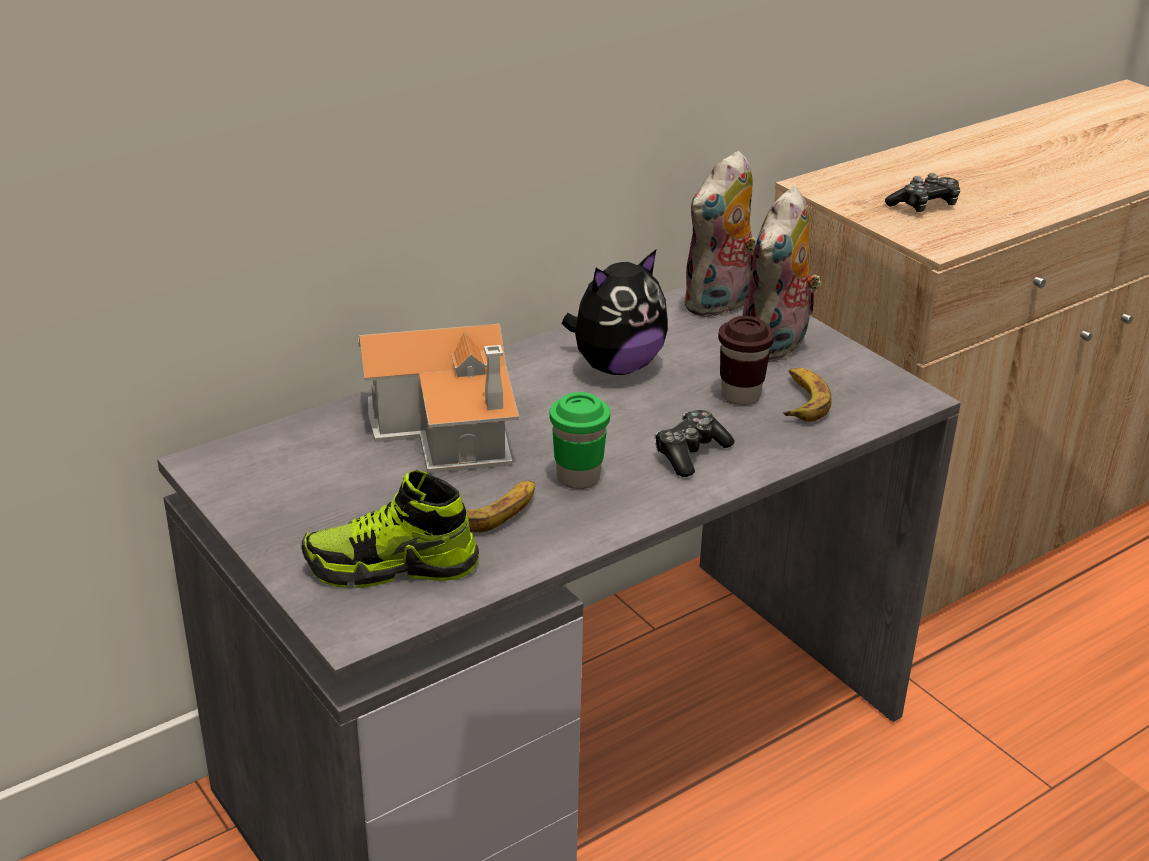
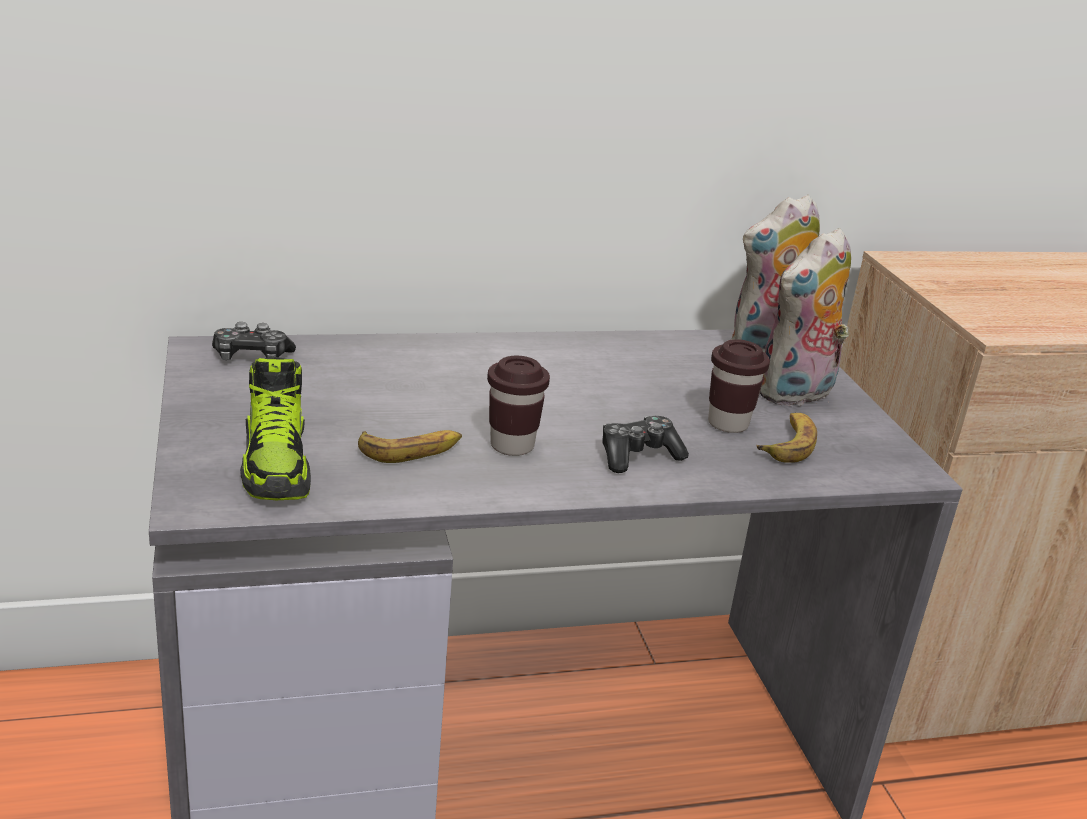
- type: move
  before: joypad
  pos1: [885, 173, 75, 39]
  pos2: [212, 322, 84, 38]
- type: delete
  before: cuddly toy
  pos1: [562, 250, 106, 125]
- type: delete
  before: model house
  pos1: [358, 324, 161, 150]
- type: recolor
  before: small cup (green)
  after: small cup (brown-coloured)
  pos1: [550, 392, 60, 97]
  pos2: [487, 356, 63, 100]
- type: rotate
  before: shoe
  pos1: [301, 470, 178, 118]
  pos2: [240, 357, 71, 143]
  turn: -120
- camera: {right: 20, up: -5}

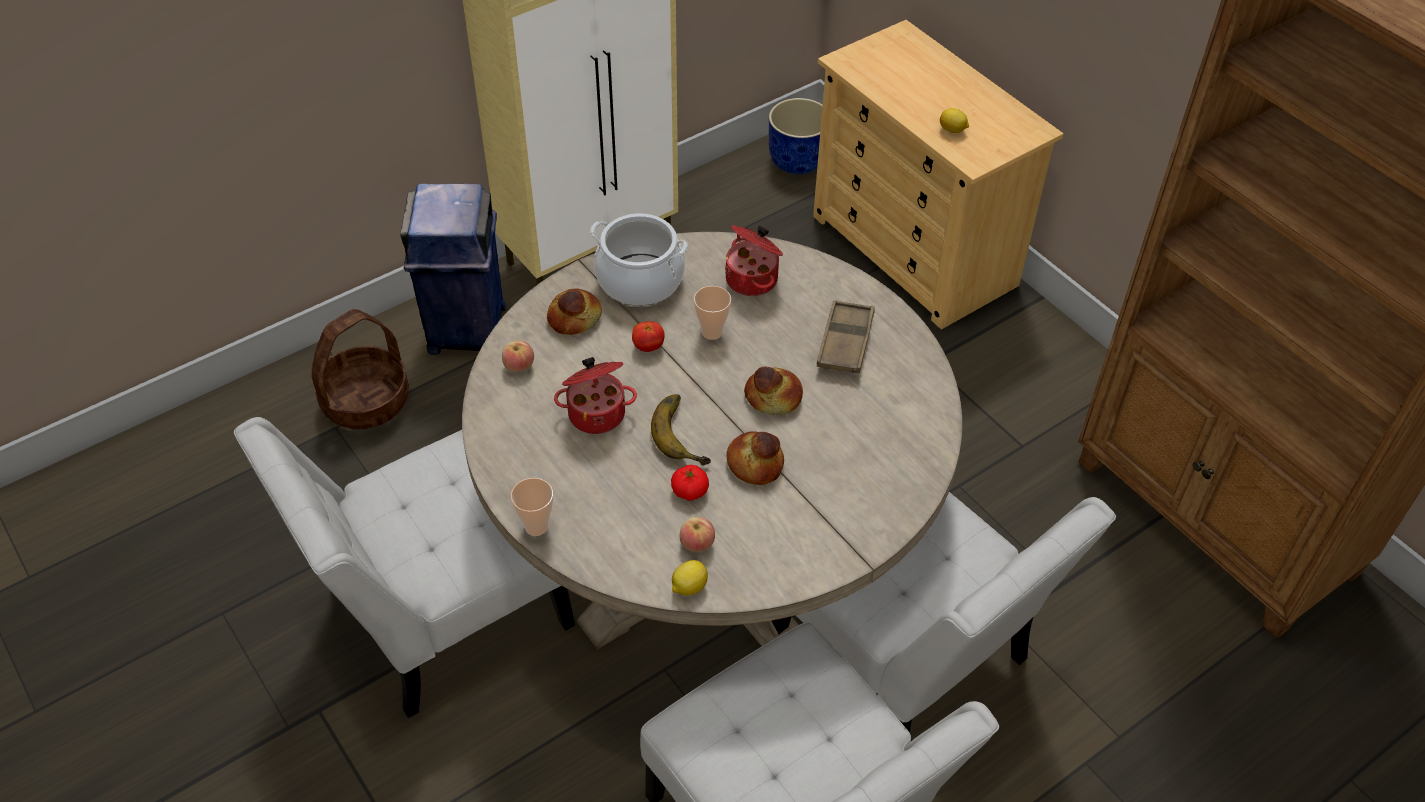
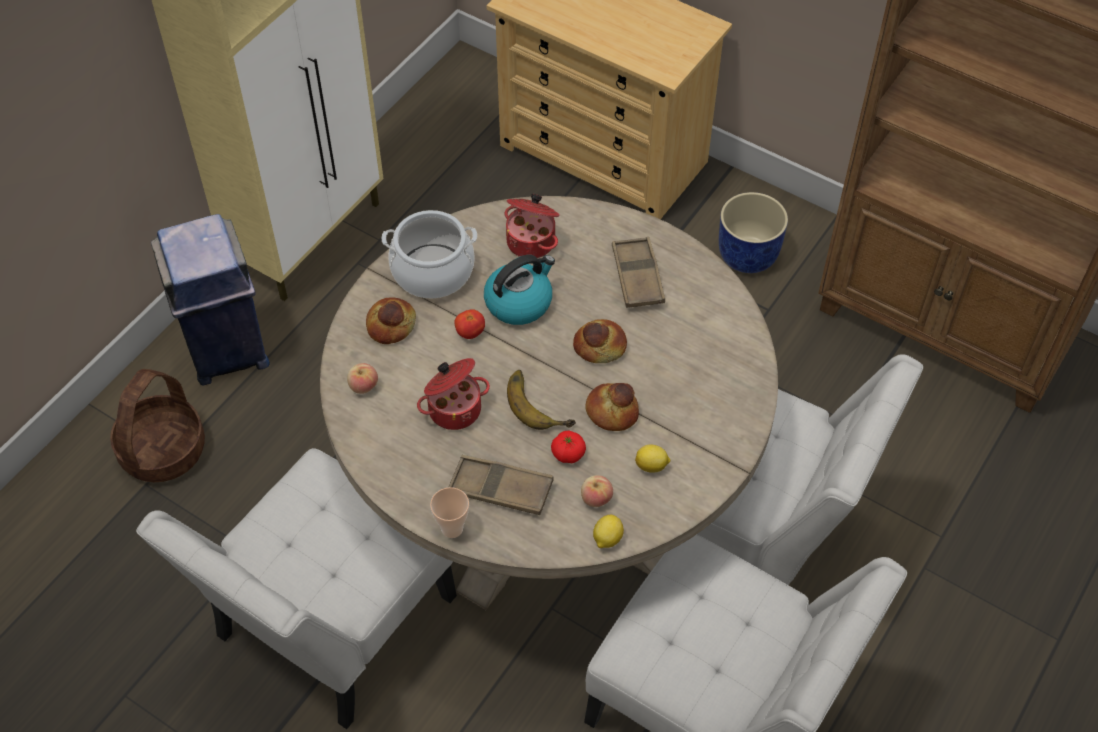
- type: move
  before: plant pot (blue)
  pos1: [769, 98, 54, 76]
  pos2: [719, 192, 69, 81]
- type: move
  before: lemon
  pos1: [940, 108, 29, 25]
  pos2: [635, 444, 36, 29]
- type: replace
  before: small cup
  after: tea kettle
  pos1: [694, 286, 37, 54]
  pos2: [484, 255, 71, 70]
- type: insert
  after: serving tray (brown-coloured)
  pos2: [448, 455, 106, 60]
- camera: {right: -20, up: 5}

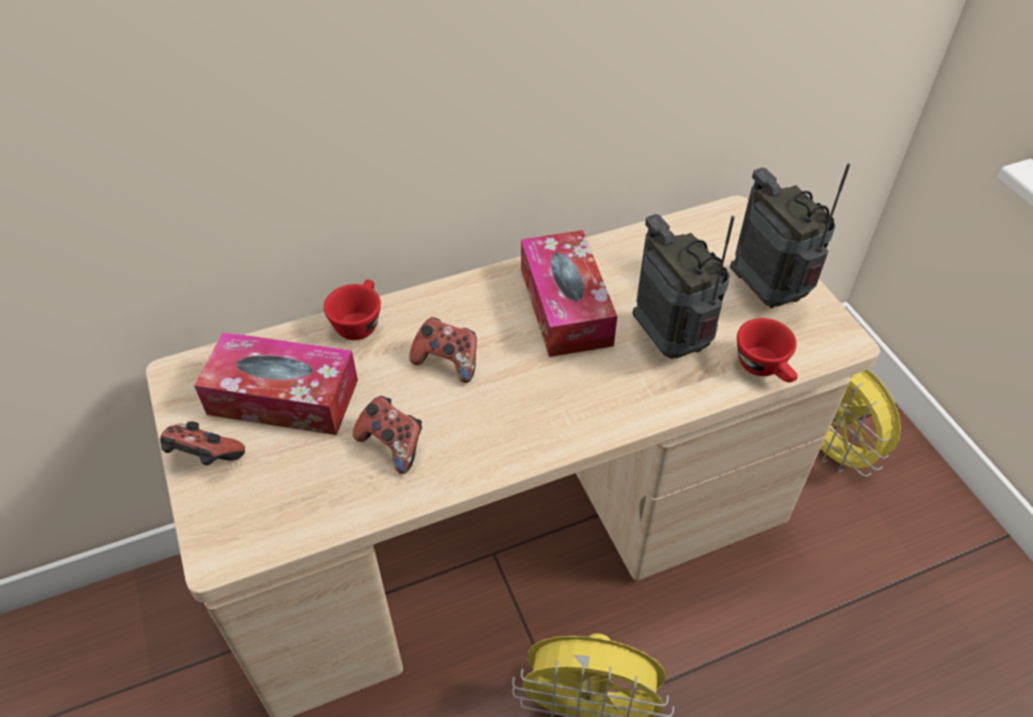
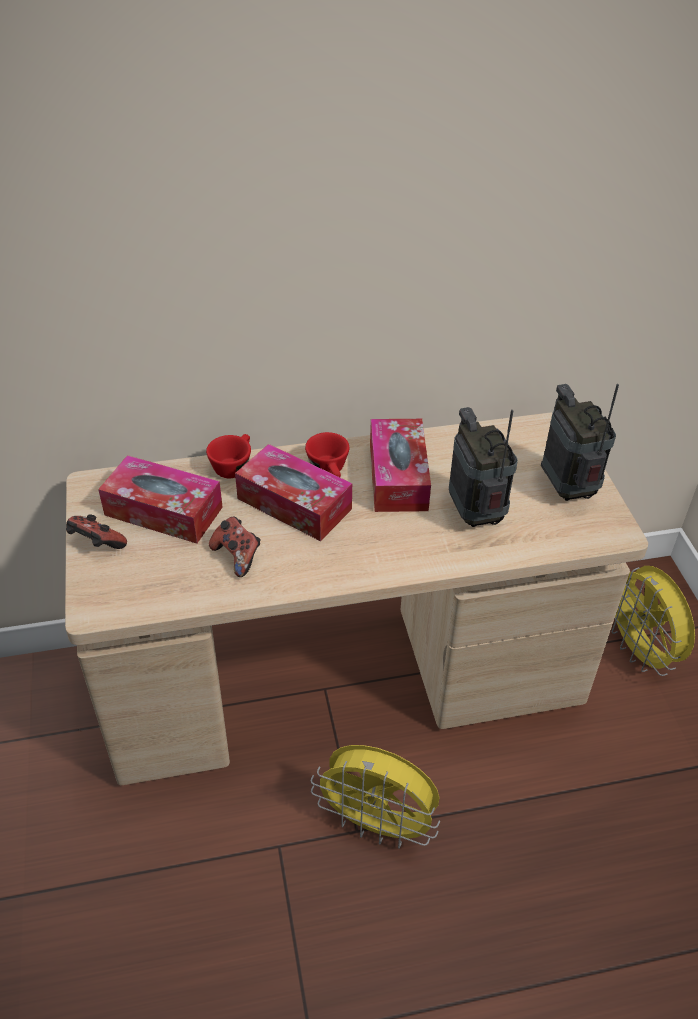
- type: replace
  before: joypad
  after: tissue holder
  pos1: [409, 317, 68, 66]
  pos2: [235, 444, 117, 97]
- type: move
  before: small cup (red)
  pos1: [737, 318, 61, 64]
  pos2: [305, 432, 44, 45]
- camera: {right: 10, up: -5}

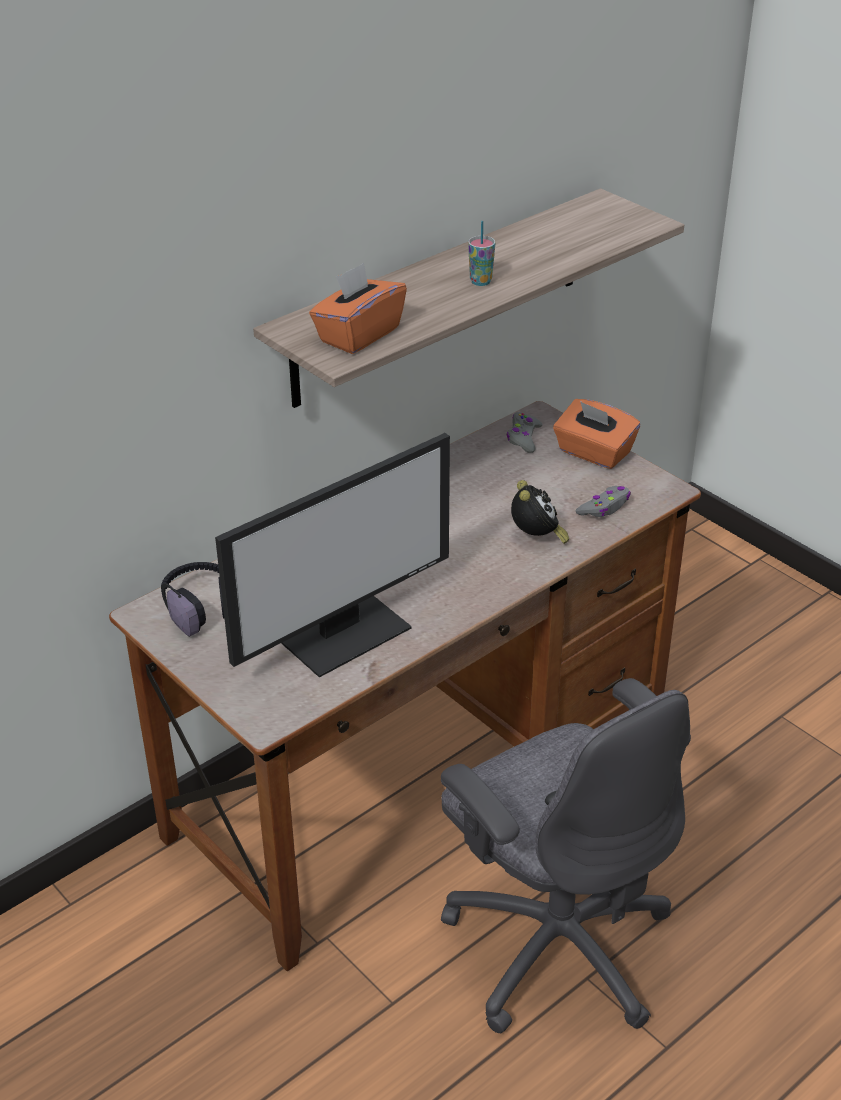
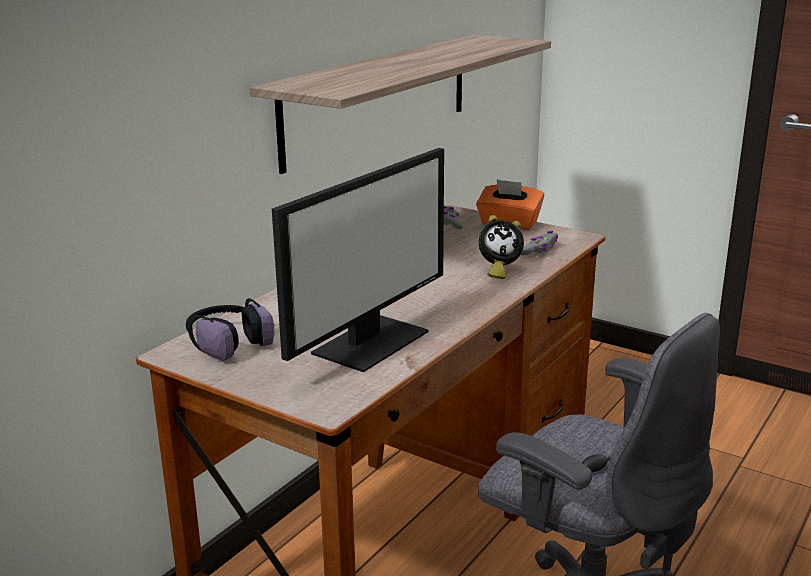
- type: delete
  before: small cup
  pos1: [468, 221, 27, 65]
- type: delete
  before: tissue holder (orange-coloured)
  pos1: [309, 263, 98, 91]
- type: rotate
  before: alarm clock
  pos1: [511, 480, 58, 64]
  pos2: [479, 215, 45, 64]
  turn: 105
- camera: {right: -15, up: -15}

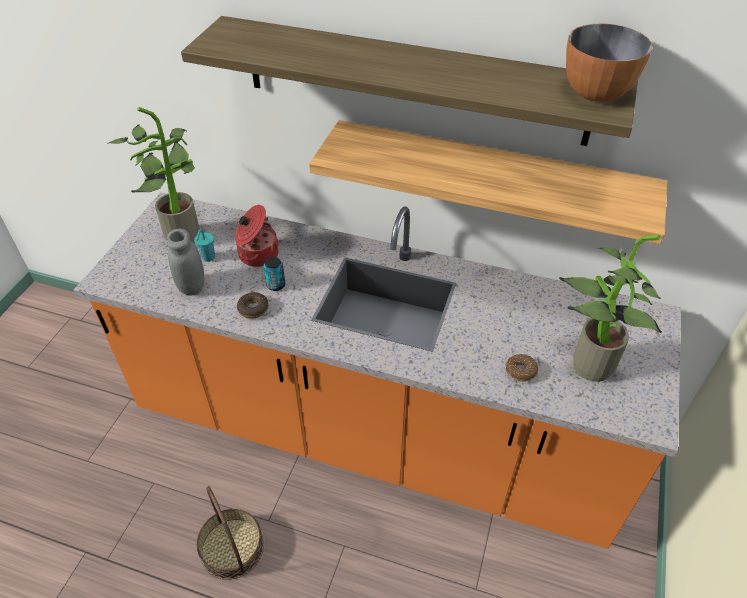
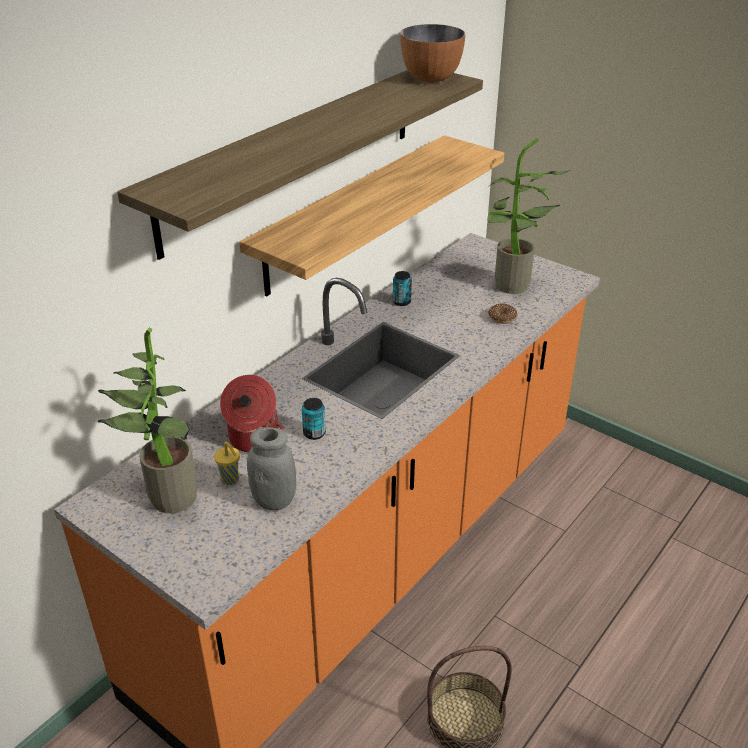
- type: recolor
  before: small cup (blue-green)
  after: small cup (yellow-coloured)
  pos1: [194, 229, 21, 33]
  pos2: [214, 442, 26, 43]
- type: delete
  before: doughnut
  pos1: [237, 292, 32, 27]
- type: insert
  after: sealed can
  pos2: [393, 271, 19, 35]
- camera: {right: -70, up: -10}

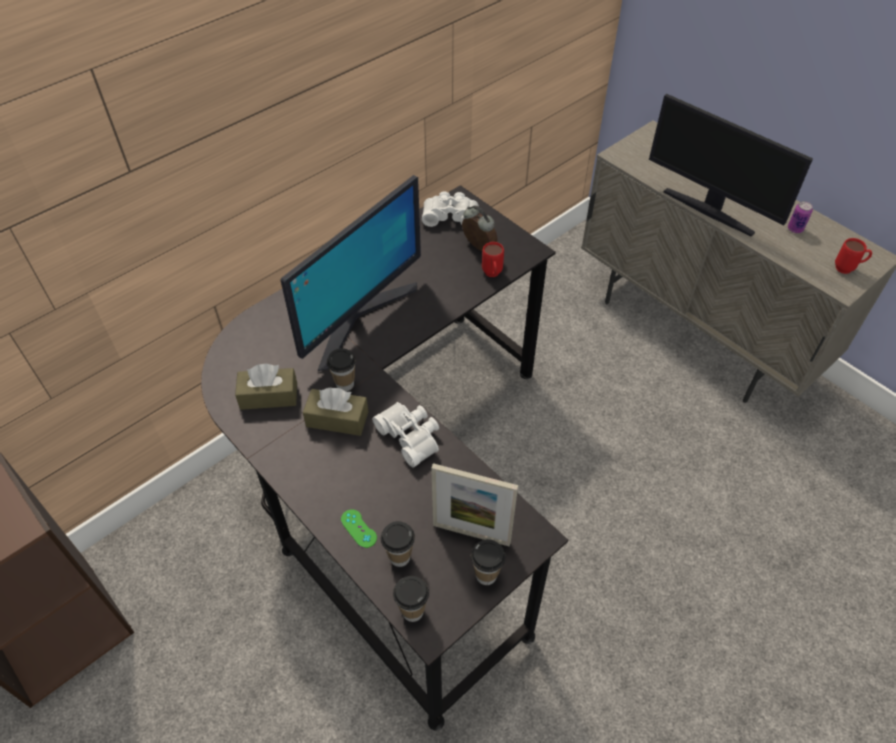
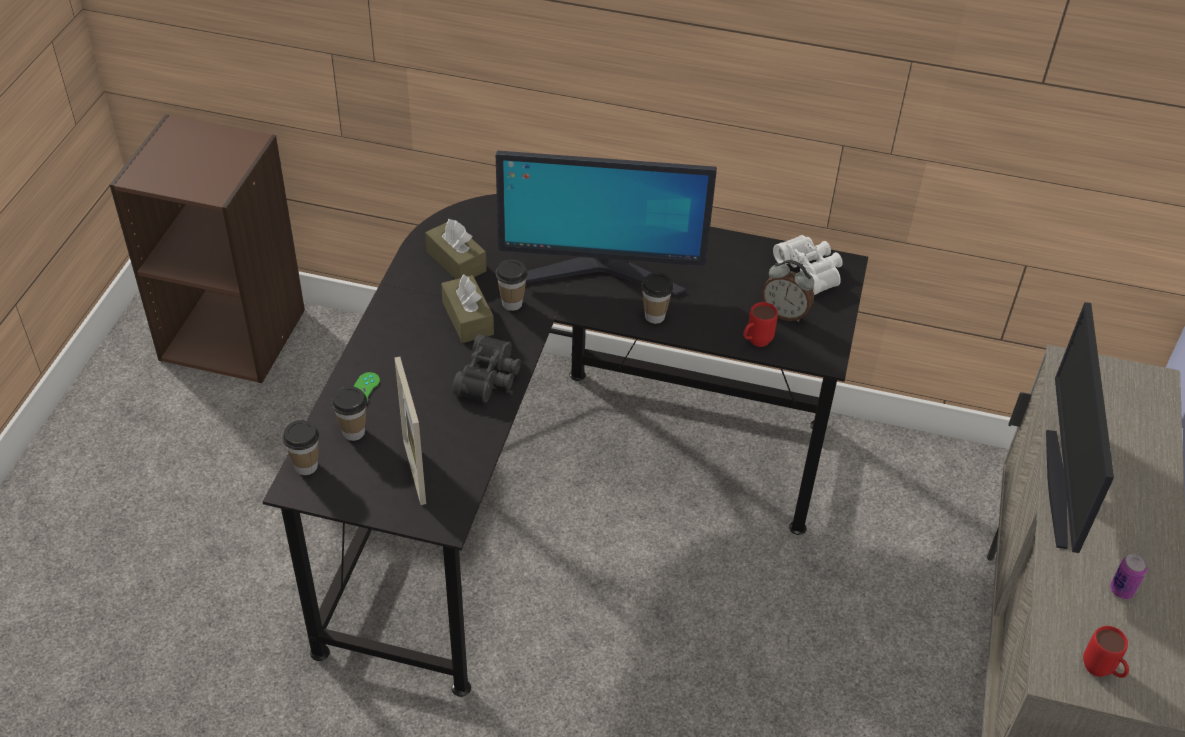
- type: rotate
  before: alarm clock
  pos1: [462, 205, 36, 46]
  pos2: [761, 260, 53, 62]
  turn: 105
- type: recolor
  before: field glasses (whitish)
  after: field glasses (black)
  pos1: [373, 402, 66, 65]
  pos2: [452, 334, 69, 69]
- type: move
  before: small cup
  pos1: [471, 539, 35, 46]
  pos2: [641, 272, 33, 52]
- camera: {right: 55, up: -5}

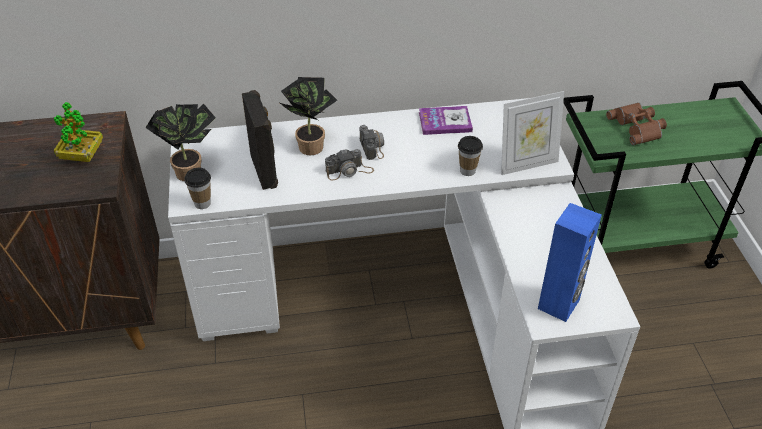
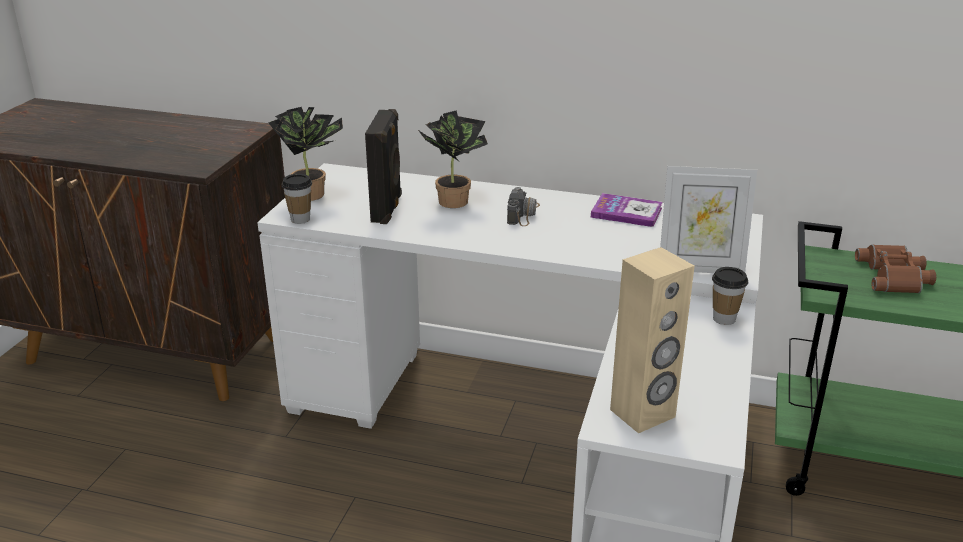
- type: delete
  before: houseplant
  pos1: [54, 102, 49, 60]
- type: move
  before: small cup
  pos1: [458, 136, 25, 40]
  pos2: [712, 267, 36, 58]
- type: delete
  before: still camera
  pos1: [325, 149, 49, 31]
- type: recolor
  before: loudspeaker (blue)
  after: loudspeaker (beige)
  pos1: [538, 203, 64, 119]
  pos2: [610, 247, 85, 186]
- camera: {right: 25, up: -15}

